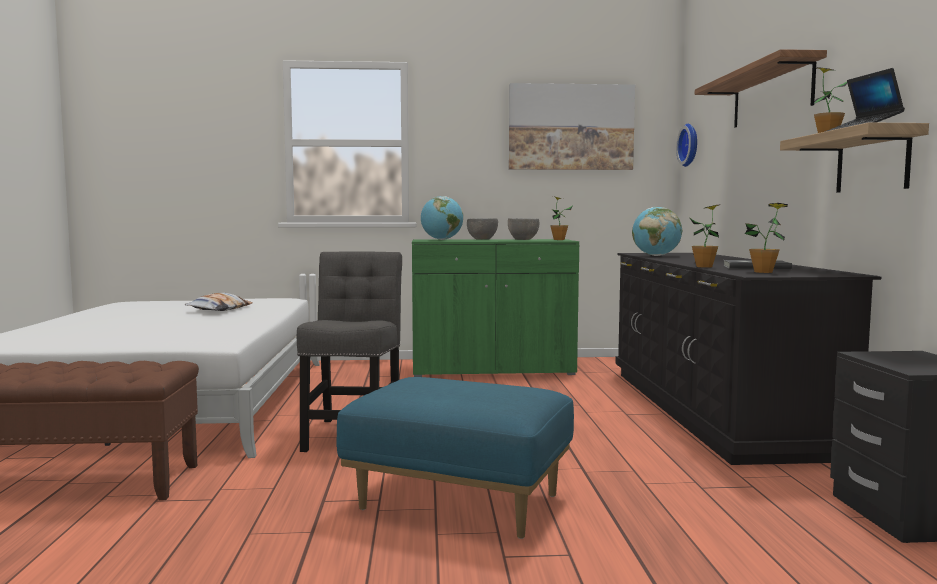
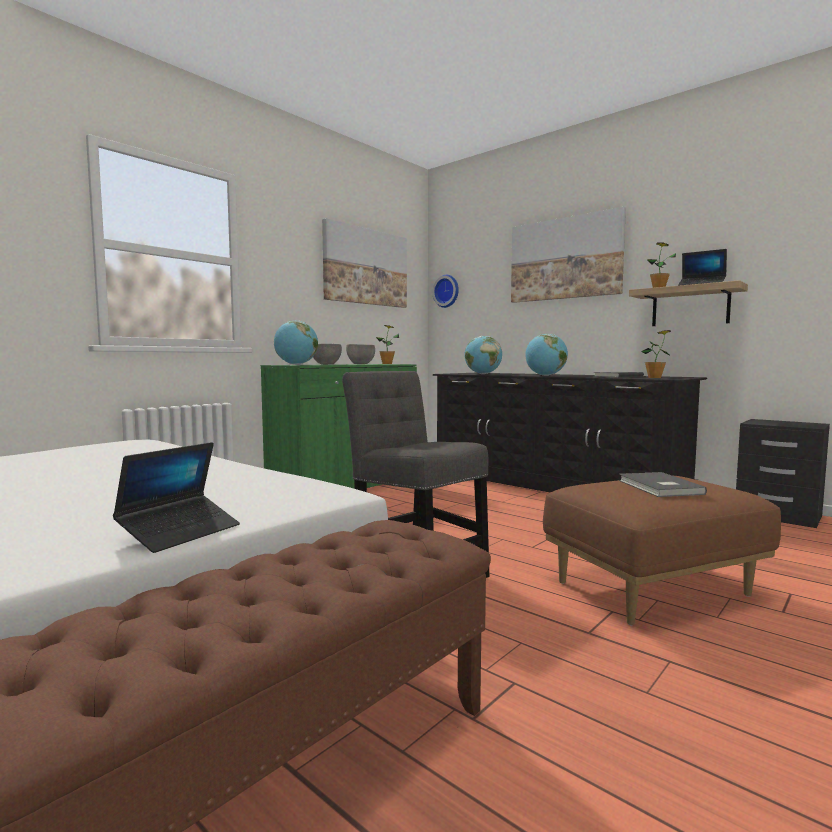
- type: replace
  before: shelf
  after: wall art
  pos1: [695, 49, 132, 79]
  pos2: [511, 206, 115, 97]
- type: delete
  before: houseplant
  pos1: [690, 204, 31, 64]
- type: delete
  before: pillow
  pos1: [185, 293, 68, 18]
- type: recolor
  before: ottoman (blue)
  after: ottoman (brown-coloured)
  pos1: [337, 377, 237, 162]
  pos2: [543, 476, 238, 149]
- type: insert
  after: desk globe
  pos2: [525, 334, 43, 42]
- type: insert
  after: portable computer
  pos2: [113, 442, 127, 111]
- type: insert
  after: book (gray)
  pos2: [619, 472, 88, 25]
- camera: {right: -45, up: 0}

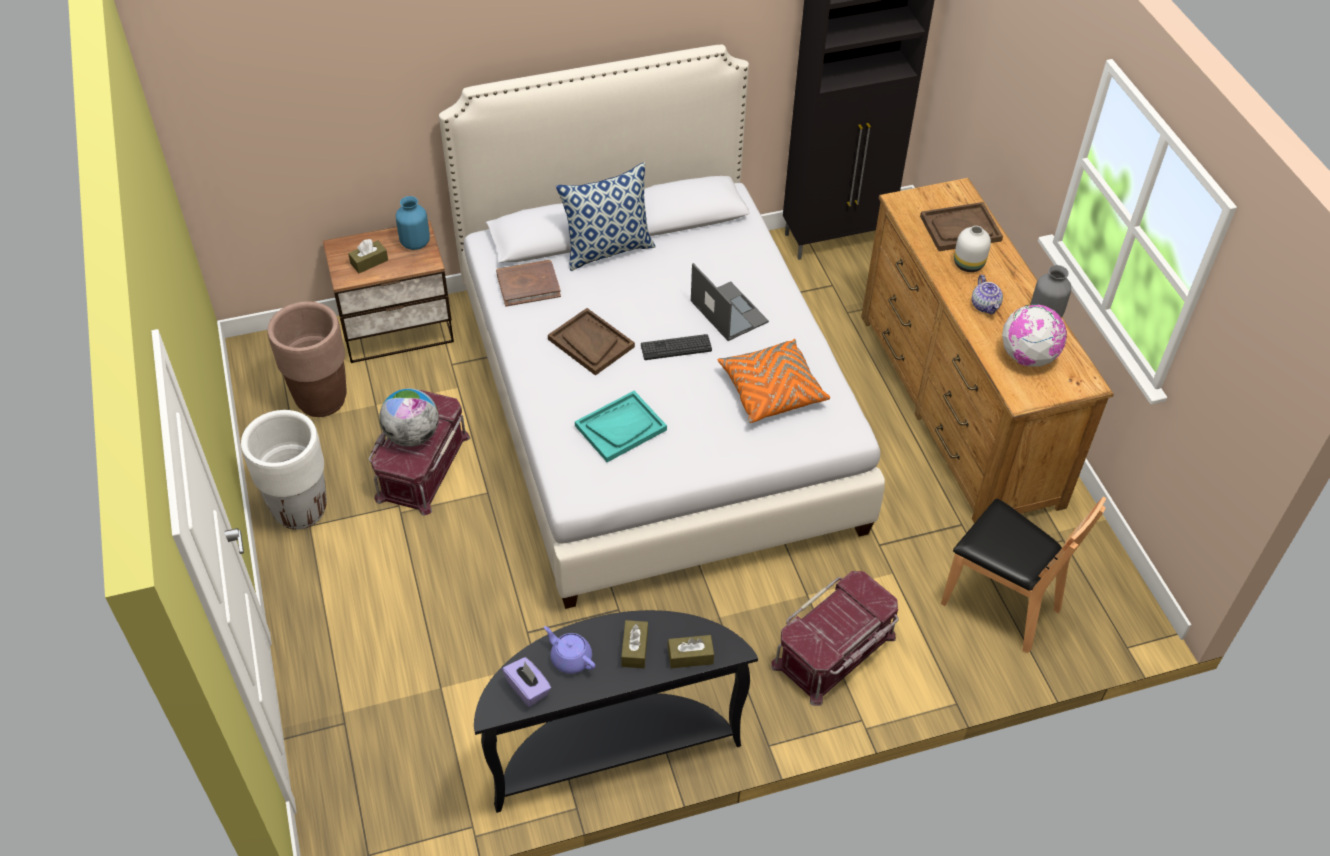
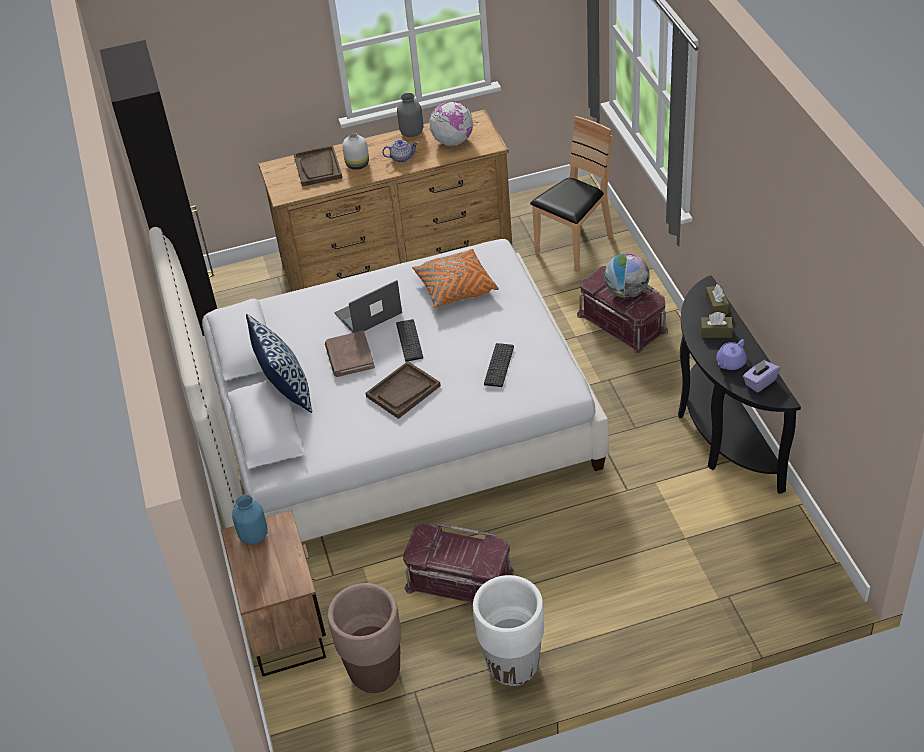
- type: delete
  before: tissue holder (brown-coloured)
  pos1: [348, 239, 40, 34]
- type: move
  before: book (brown-coloured)
  pos1: [496, 260, 65, 47]
  pos2: [325, 331, 50, 46]
- type: move
  before: desk globe
  pos1: [379, 388, 60, 59]
  pos2: [604, 253, 46, 45]
- type: replace
  before: serving tray (blue-green)
  after: computer keyboard
  pos1: [575, 391, 92, 71]
  pos2: [484, 343, 30, 44]
- camera: {right: -85, up: -5}

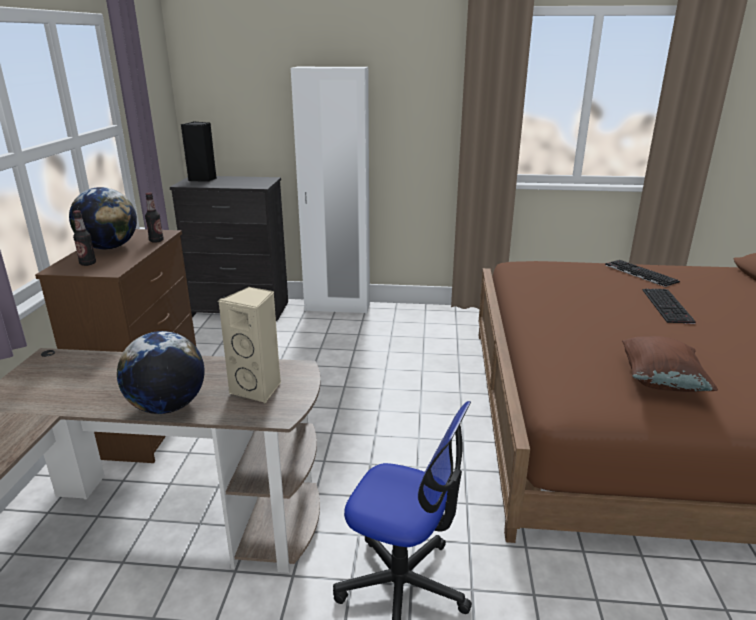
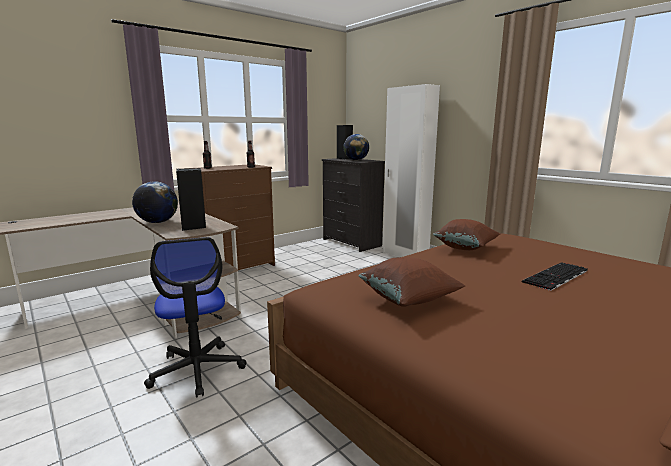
- type: move
  before: desk globe
  pos1: [69, 187, 68, 62]
  pos2: [343, 134, 26, 26]
- type: delete
  before: computer keyboard
  pos1: [605, 260, 75, 27]
- type: recolor
  before: loudspeaker (beige)
  after: loudspeaker (black)
  pos1: [218, 287, 63, 116]
  pos2: [176, 168, 30, 63]
- type: insert
  after: pillow (brown-coloured)
  pos2: [433, 219, 67, 31]
- camera: {right: 45, up: -10}

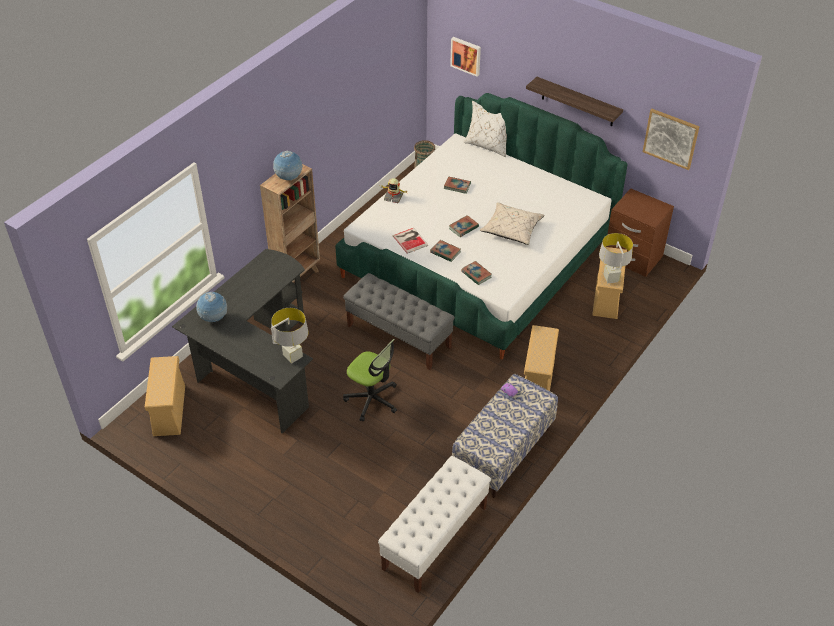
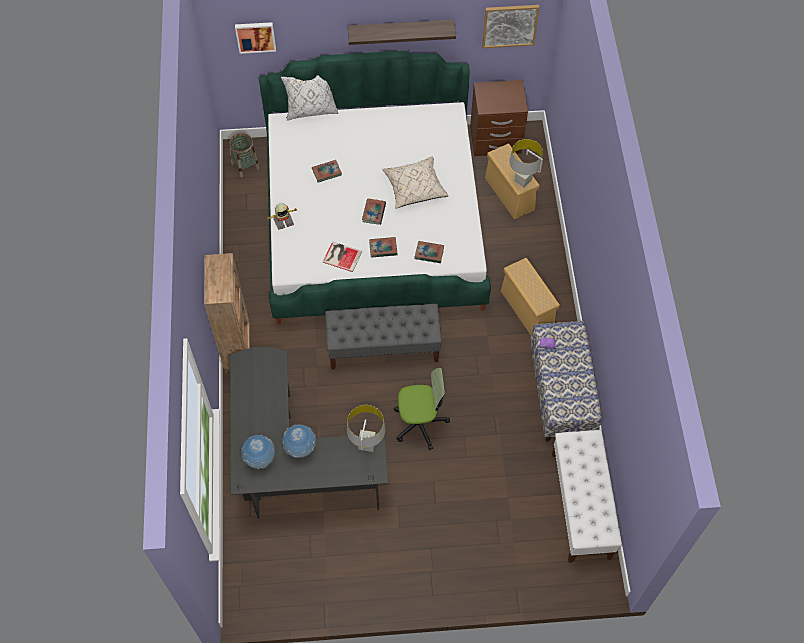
- type: move
  before: desk globe
  pos1: [273, 151, 30, 29]
  pos2: [282, 424, 34, 34]
- type: delete
  before: storage container (beige)
  pos1: [145, 356, 40, 80]
- camera: {right: -40, up: 15}

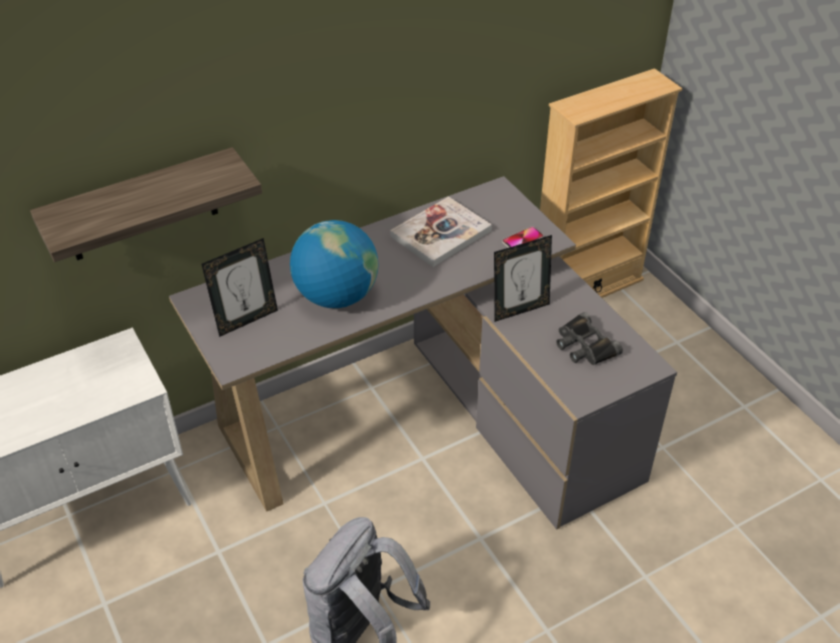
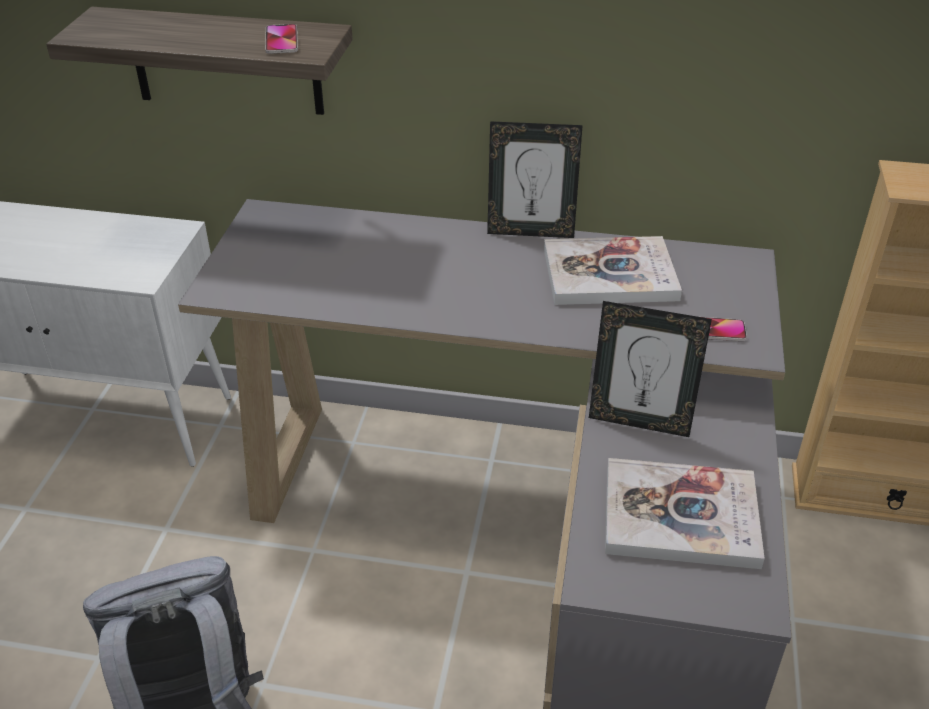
- type: delete
  before: desk globe
  pos1: [290, 220, 88, 88]
- type: move
  before: photo frame
  pos1: [201, 238, 77, 99]
  pos2: [487, 121, 96, 117]
- type: replace
  before: field glasses (black)
  after: book
  pos1: [556, 312, 67, 53]
  pos2: [605, 458, 160, 111]
- type: insert
  after: handset
  pos2: [265, 24, 33, 30]
- camera: {right: 40, up: -5}

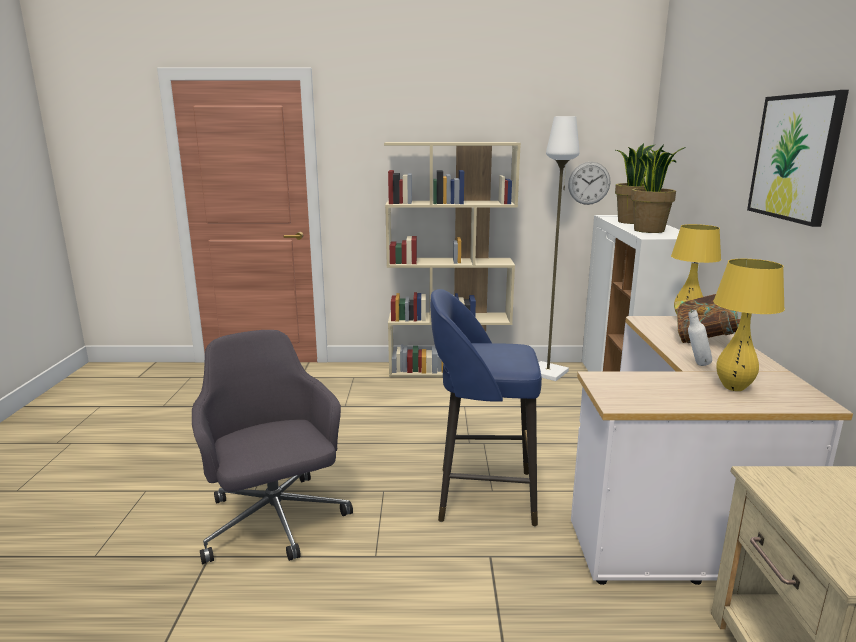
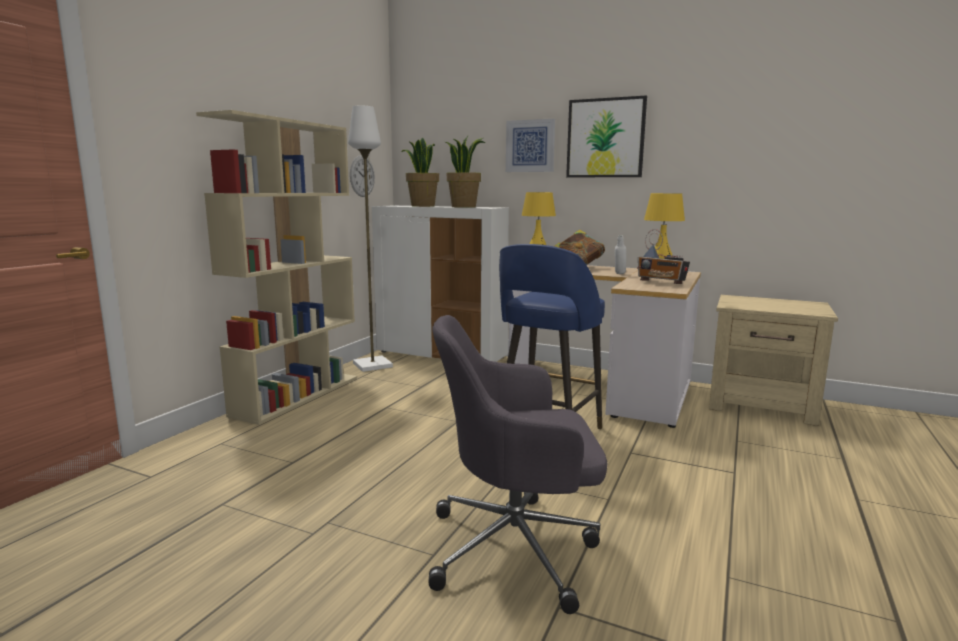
- type: insert
  after: wall art
  pos2: [506, 119, 49, 53]
- type: insert
  after: radio set
  pos2: [637, 229, 53, 55]
- camera: {right: -65, up: -5}

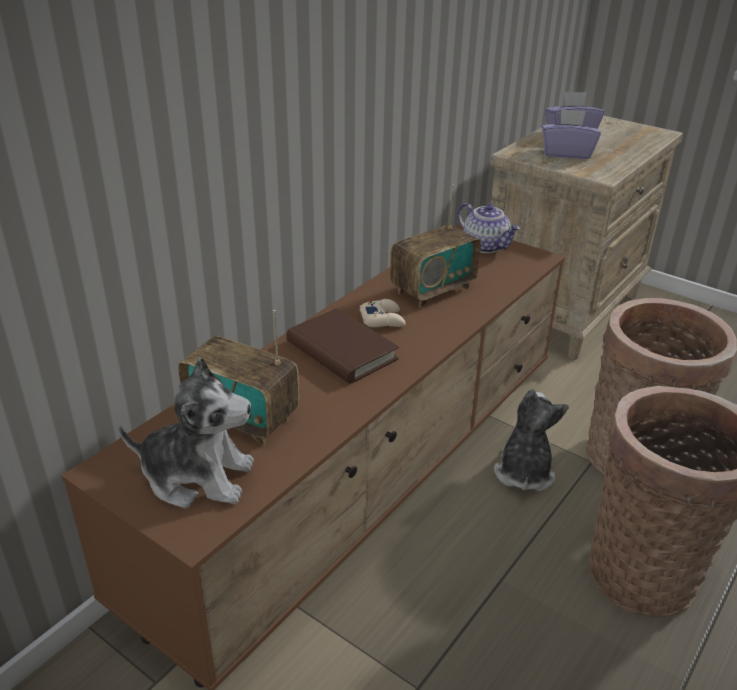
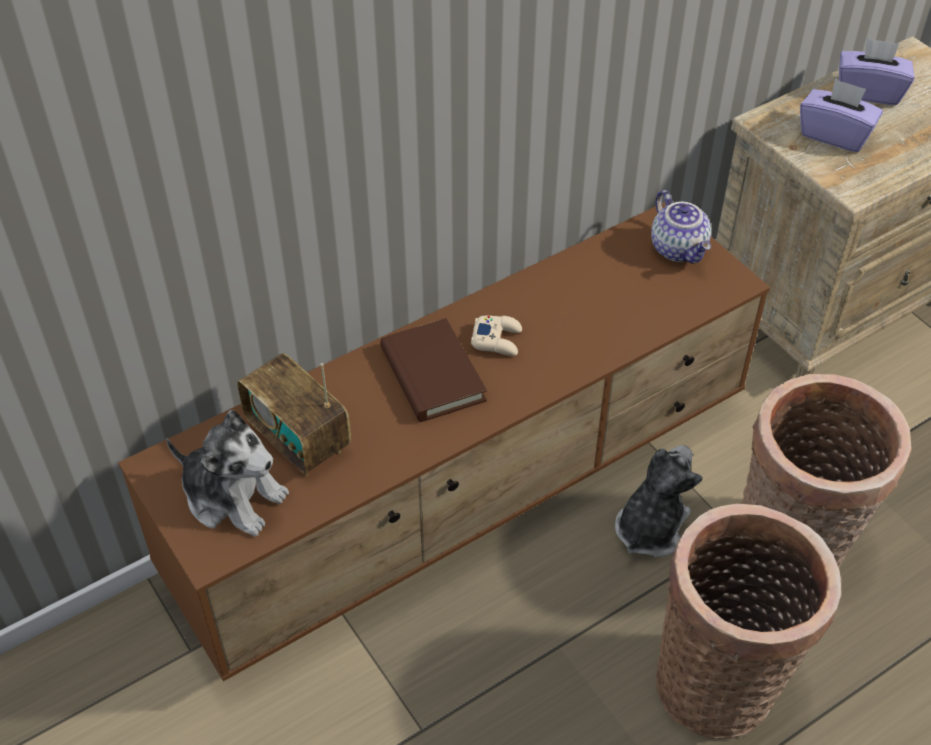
- type: delete
  before: radio set
  pos1: [390, 185, 91, 123]
- camera: {right: 20, up: 15}

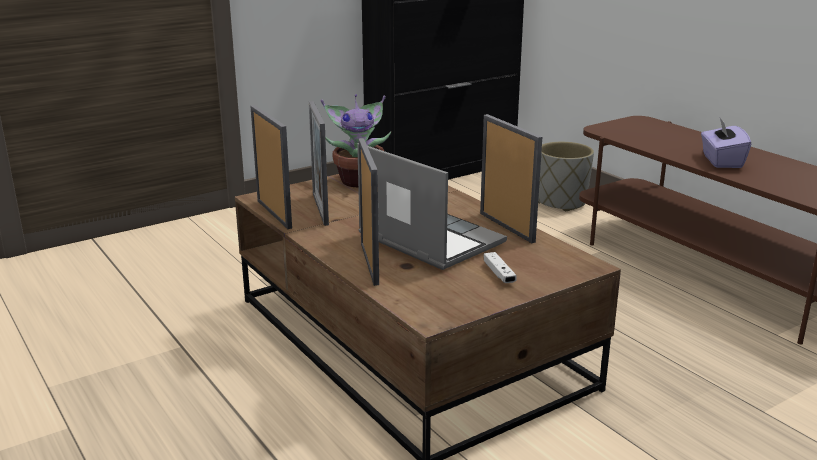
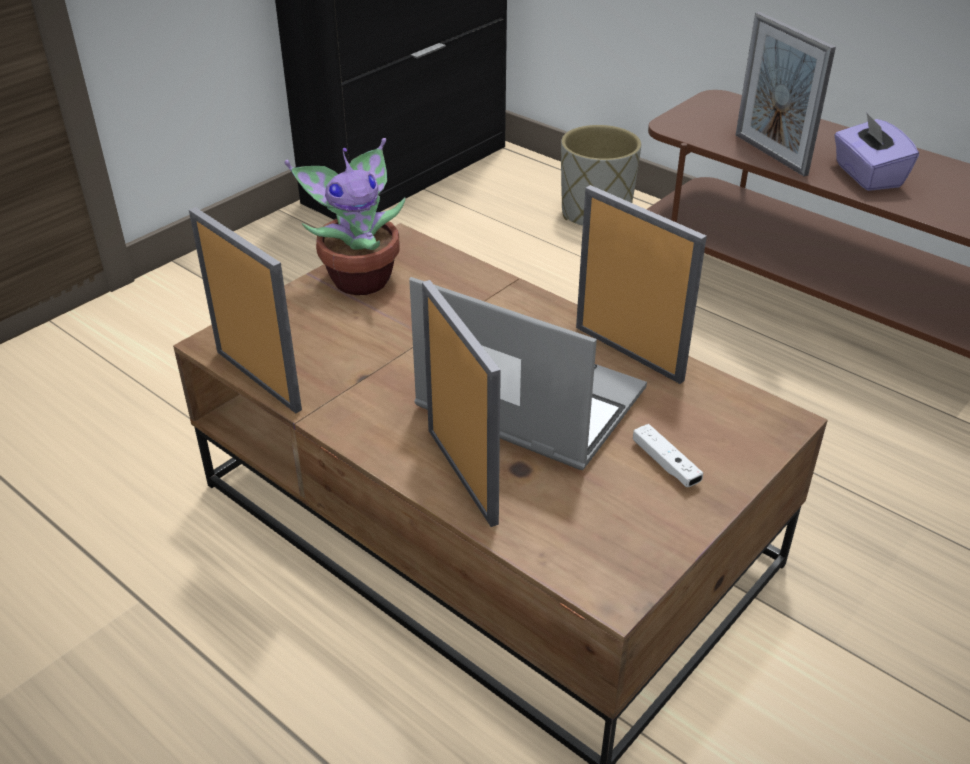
- type: move
  before: photo frame
  pos1: [309, 101, 20, 125]
  pos2: [736, 12, 100, 164]
- camera: {right: -15, up: 15}

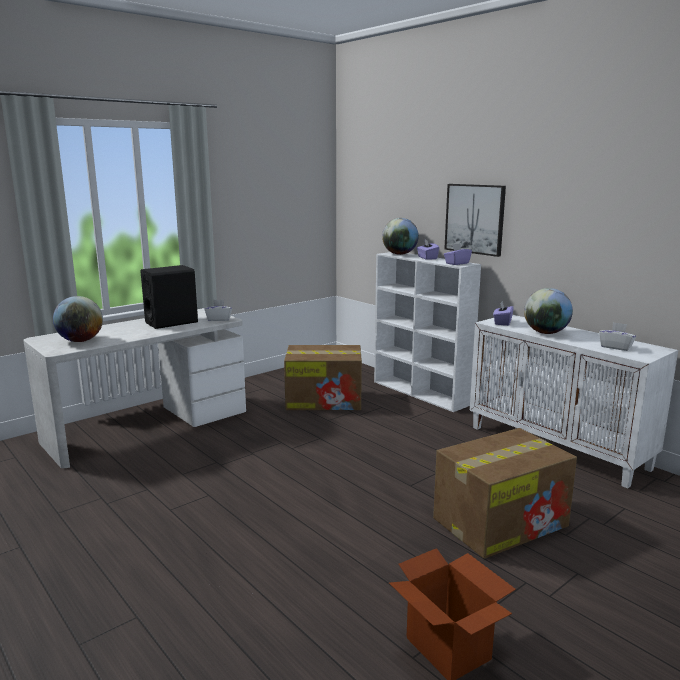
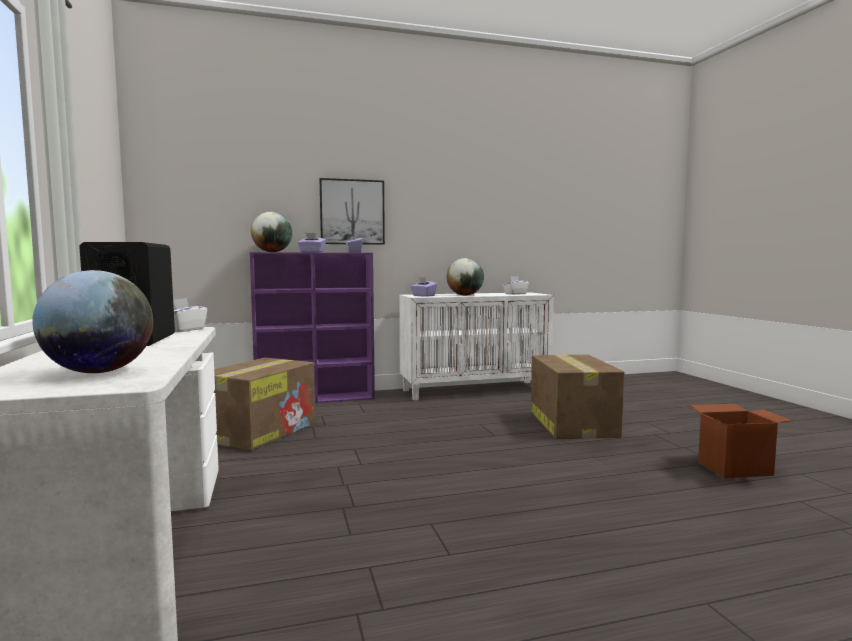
- type: recolor
  before: bookshelf (whitish)
  after: bookshelf (purplish)
  pos1: [374, 252, 107, 160]
  pos2: [250, 252, 125, 151]
- camera: {right: -65, up: -10}

